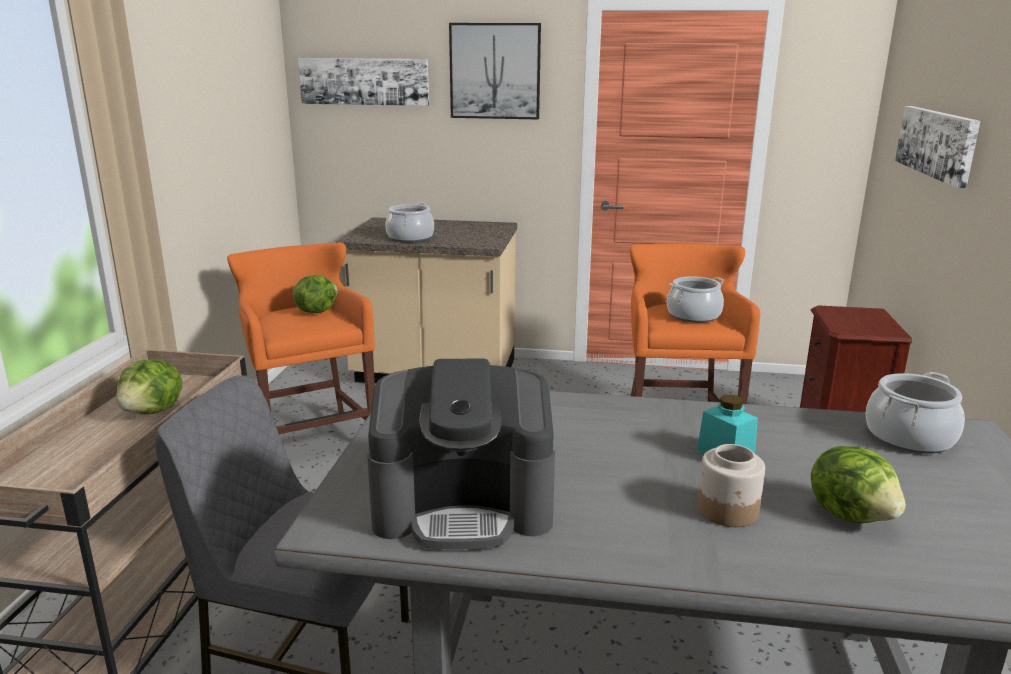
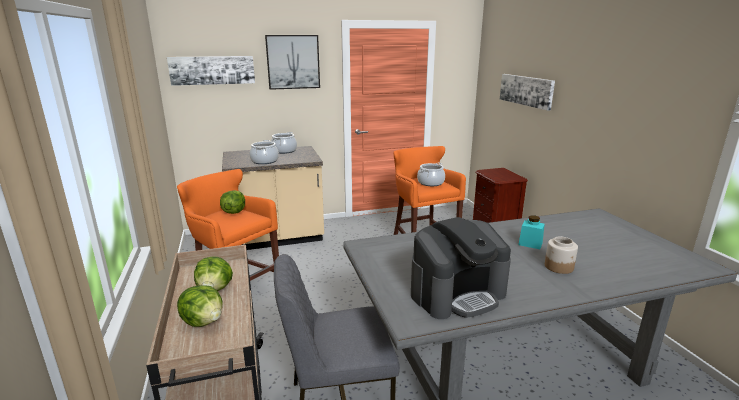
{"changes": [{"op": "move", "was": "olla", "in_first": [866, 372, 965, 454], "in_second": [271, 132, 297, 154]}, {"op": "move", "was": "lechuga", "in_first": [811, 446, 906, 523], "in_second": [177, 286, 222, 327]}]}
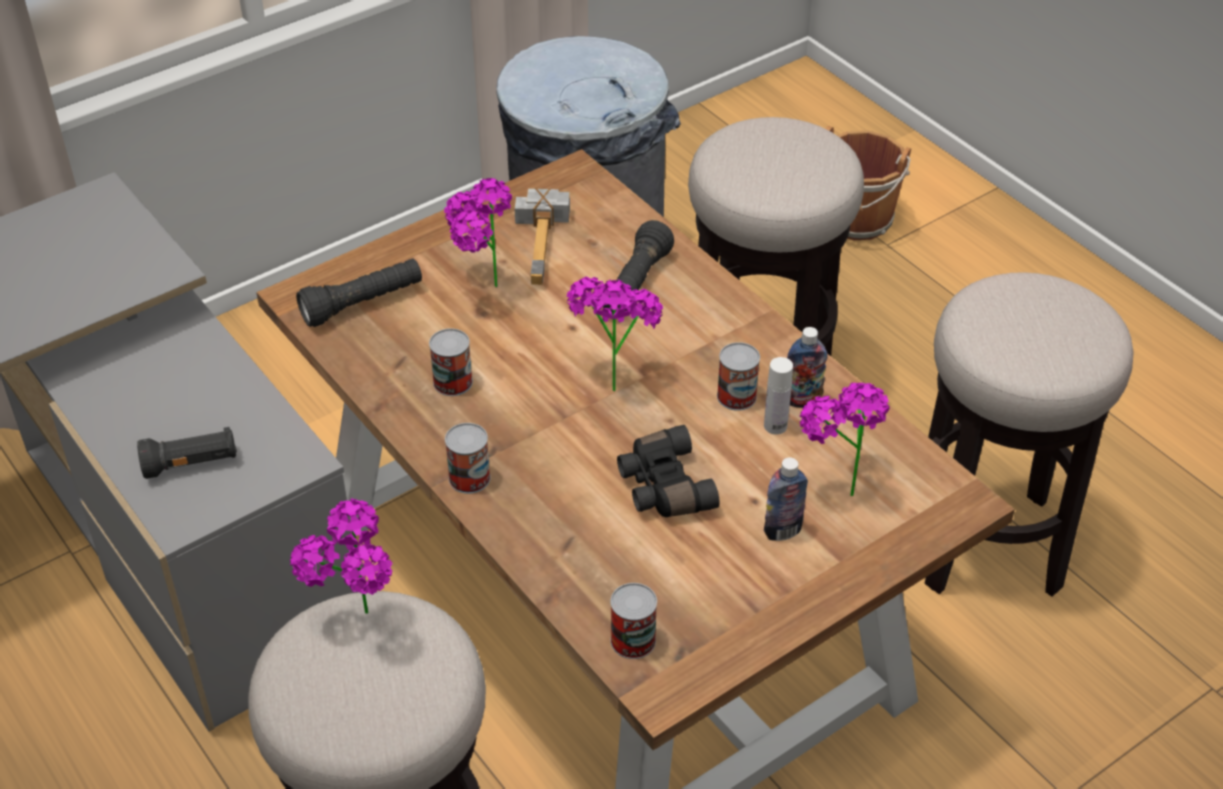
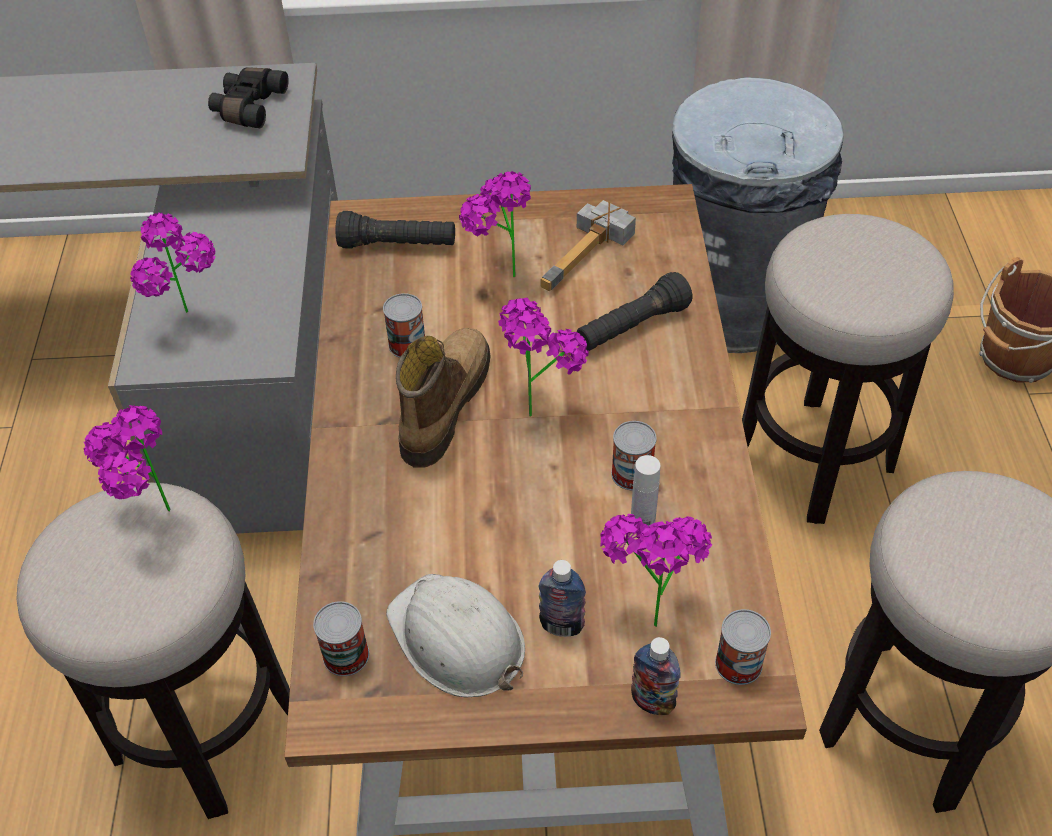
{"changes": [{"op": "move", "was": "botella", "in_first": [787, 327, 828, 408], "in_second": [631, 637, 681, 715]}, {"op": "move", "was": "lata", "in_first": [445, 423, 491, 494], "in_second": [715, 609, 771, 685]}, {"op": "move", "was": "prismáticos [negro]", "in_first": [617, 425, 720, 517], "in_second": [208, 67, 289, 128]}, {"op": "replace", "was": "linterna [negro]", "now": "planta en maceta", "in_first": [137, 427, 237, 479], "in_second": [130, 213, 215, 313]}, {"op": "insert", "now": "bota", "in_second": [396, 328, 491, 468]}, {"op": "insert", "now": "casco [blanco]", "in_second": [386, 574, 525, 697]}]}
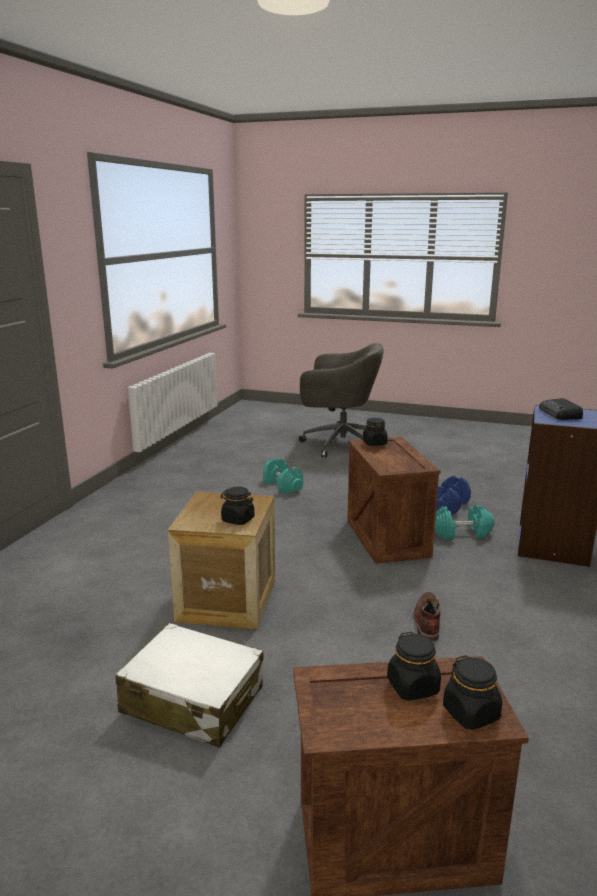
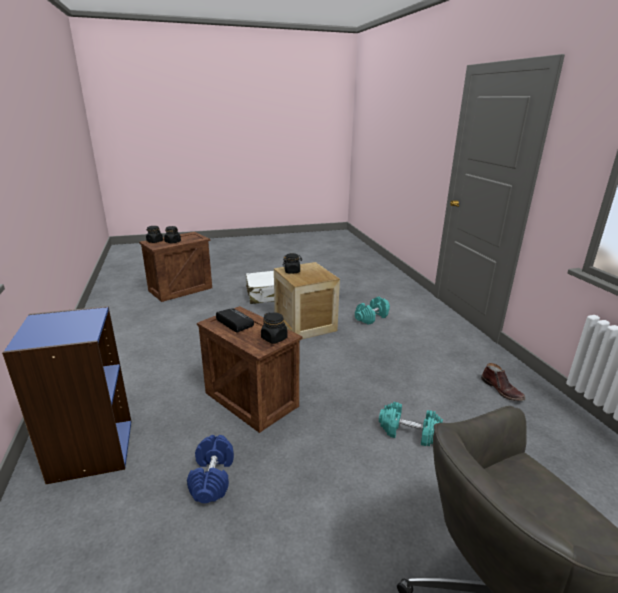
{"changes": [{"op": "move", "was": "radio", "in_first": [539, 398, 583, 420], "in_second": [216, 308, 254, 333]}, {"op": "move", "was": "mancuerna [turquesa]", "in_first": [435, 505, 494, 540], "in_second": [355, 297, 390, 325]}, {"op": "move", "was": "bota [marrón]", "in_first": [414, 592, 440, 641], "in_second": [481, 363, 525, 401]}]}
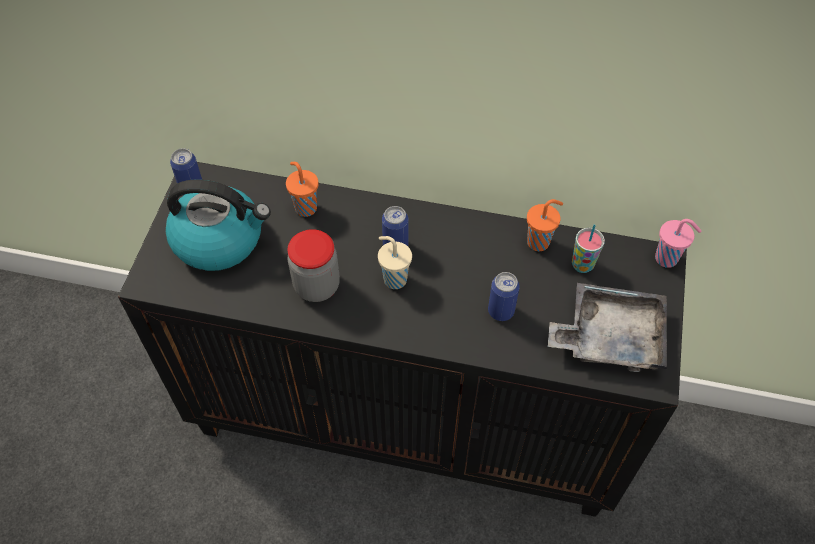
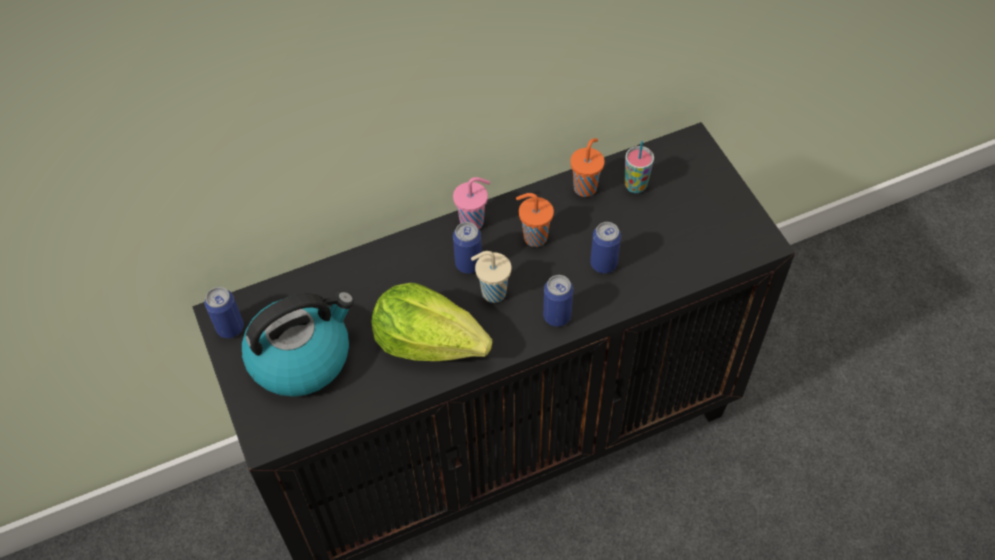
{"changes": [{"op": "move", "was": "taza [naranja]", "in_first": [286, 162, 319, 217], "in_second": [516, 193, 554, 247]}, {"op": "move", "was": "taza [rosa]", "in_first": [655, 219, 701, 268], "in_second": [453, 177, 490, 229]}, {"op": "replace", "was": "tarro", "now": "lechuga", "in_first": [288, 229, 340, 302], "in_second": [371, 283, 492, 361]}, {"op": "delete", "was": "bandeja [gris]", "in_first": [548, 283, 667, 372]}, {"op": "insert", "now": "lata", "in_second": [543, 275, 573, 327]}]}
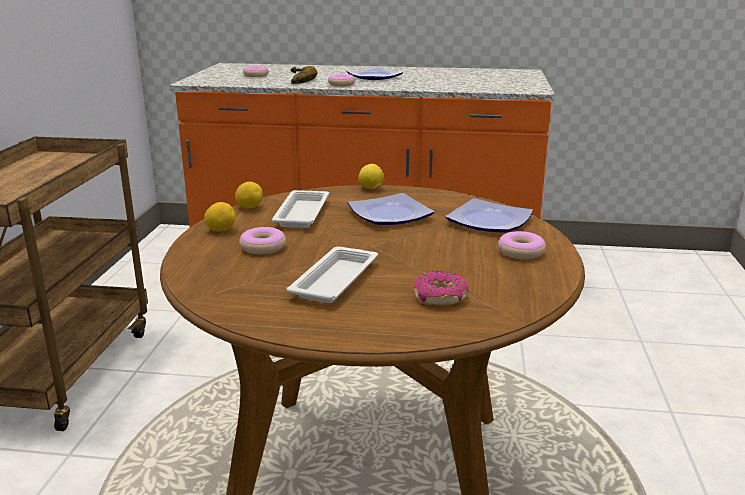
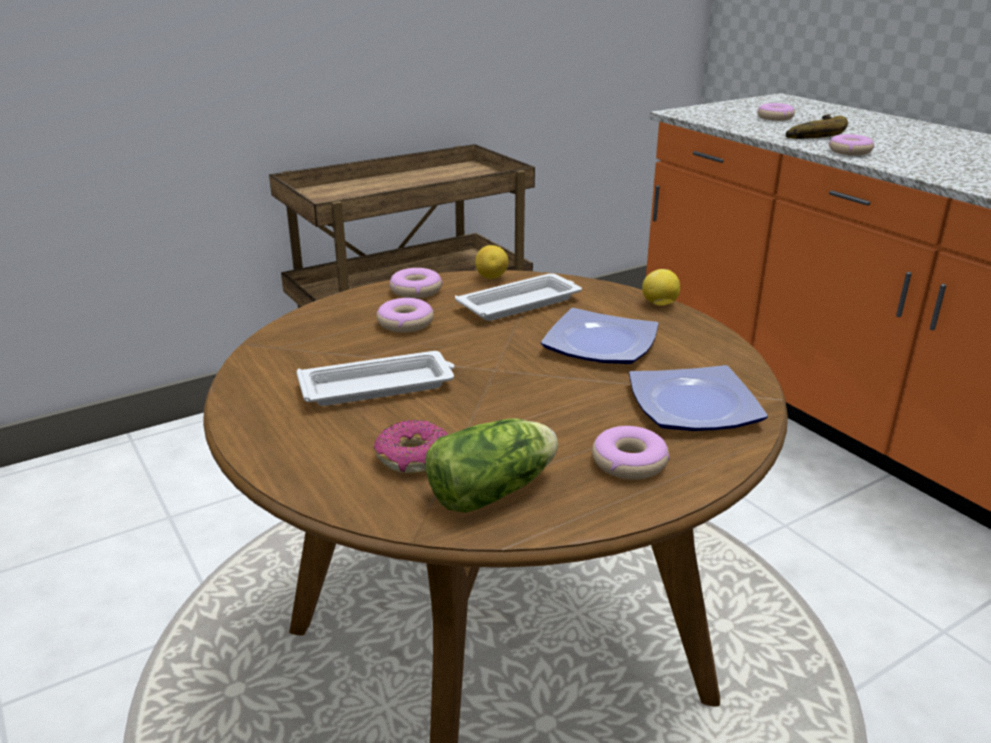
{"changes": [{"op": "delete", "was": "plato", "in_first": [347, 67, 403, 80]}, {"op": "replace", "was": "limón", "now": "rosquilla", "in_first": [204, 202, 236, 232], "in_second": [389, 268, 443, 299]}, {"op": "insert", "now": "lechuga", "in_second": [425, 418, 558, 513]}]}
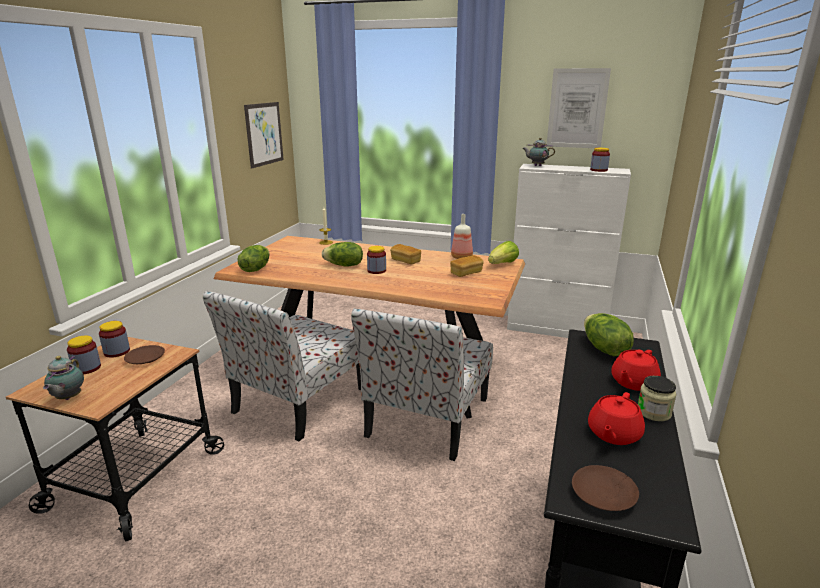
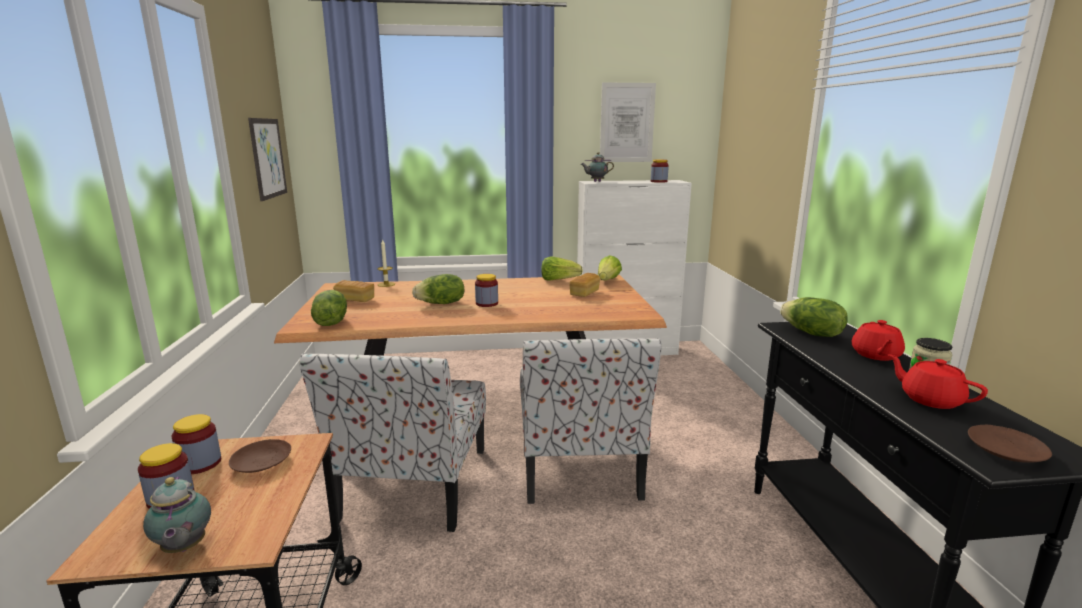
{"changes": [{"op": "replace", "was": "botella", "now": "lechuga", "in_first": [451, 214, 473, 259], "in_second": [541, 256, 583, 281]}, {"op": "move", "was": "pan", "in_first": [390, 244, 421, 264], "in_second": [333, 280, 374, 302]}, {"op": "rotate", "was": "tetera [rojo]", "in_first": [588, 392, 645, 445], "in_second": [888, 354, 988, 409], "clockwise": 135}]}
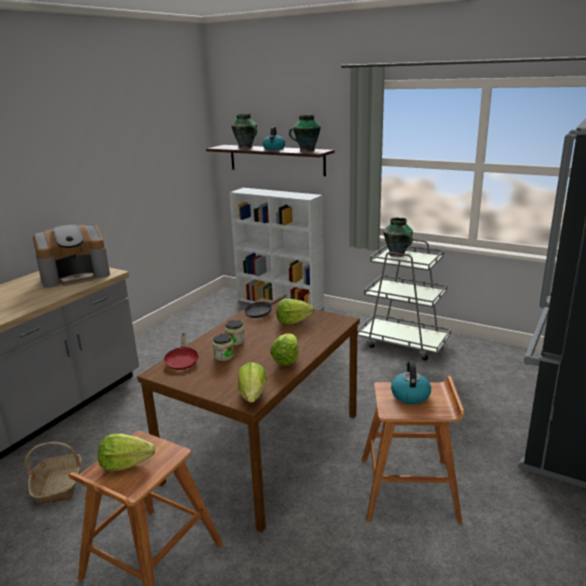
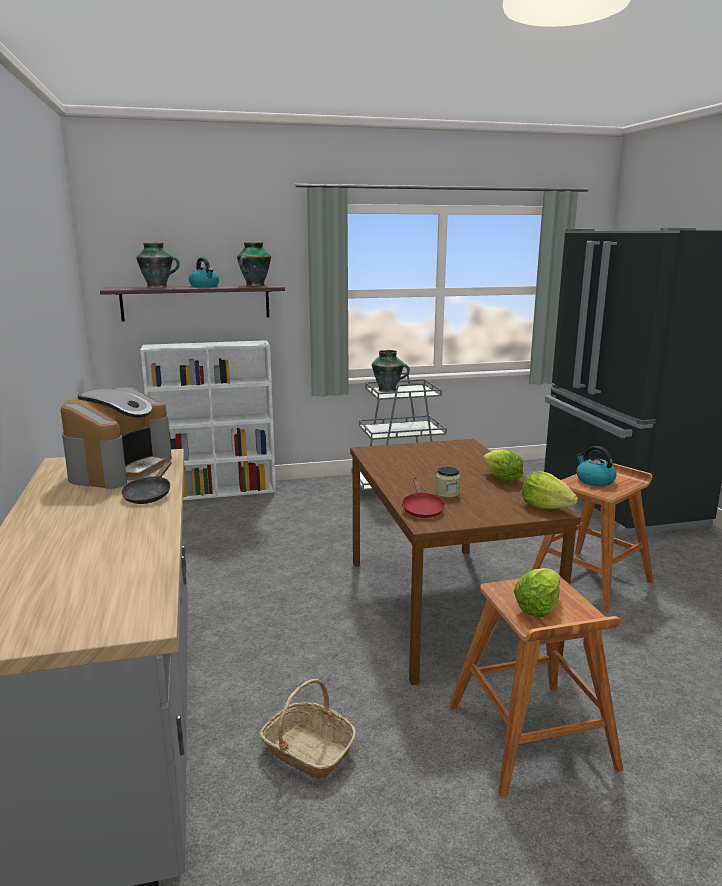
{"changes": [{"op": "move", "was": "sartén [negro]", "in_first": [244, 294, 286, 318], "in_second": [121, 461, 172, 504]}, {"op": "delete", "was": "lechuga", "in_first": [277, 299, 314, 324]}, {"op": "delete", "was": "tarro", "in_first": [225, 320, 245, 346]}, {"op": "rotate", "was": "sartén [rojo]", "in_first": [163, 333, 199, 370], "in_second": [402, 478, 445, 518], "clockwise": 45}]}
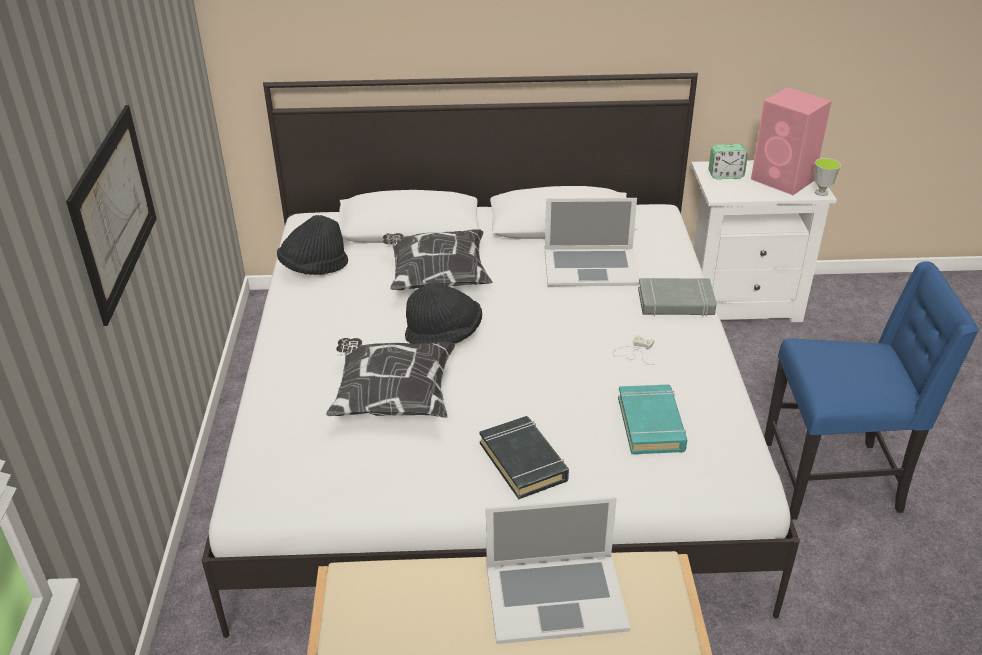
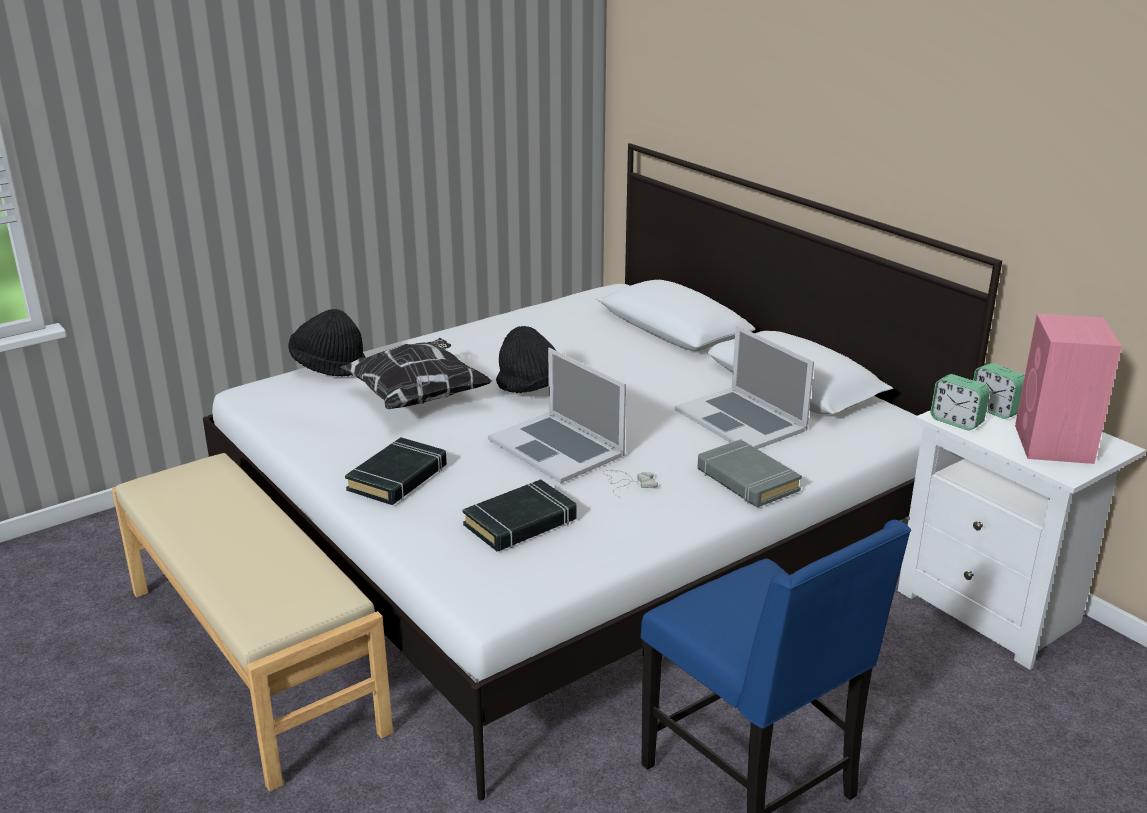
{"changes": [{"op": "delete", "was": "cuadro", "in_first": [66, 105, 157, 326]}, {"op": "delete", "was": "taza", "in_first": [814, 158, 841, 196]}, {"op": "move", "was": "sombrero [negro]", "in_first": [277, 215, 348, 275], "in_second": [288, 309, 366, 377]}, {"op": "delete", "was": "cojín", "in_first": [383, 229, 493, 290]}, {"op": "recolor", "was": "libro [turquesa]", "now": "libro [negro]", "in_first": [618, 385, 687, 454], "in_second": [462, 480, 576, 552]}, {"op": "move", "was": "portátil", "in_first": [486, 497, 630, 644], "in_second": [488, 348, 626, 483]}, {"op": "insert", "now": "despertador", "in_second": [930, 374, 990, 430]}]}
